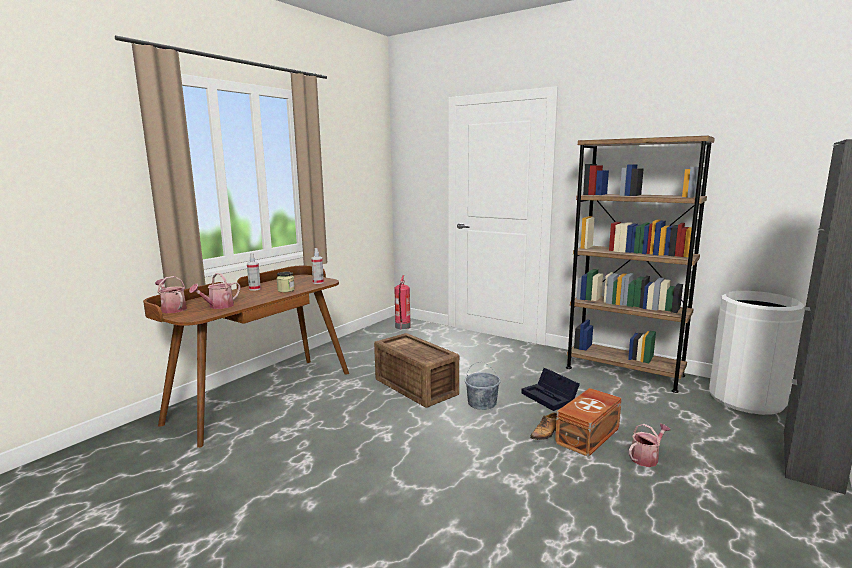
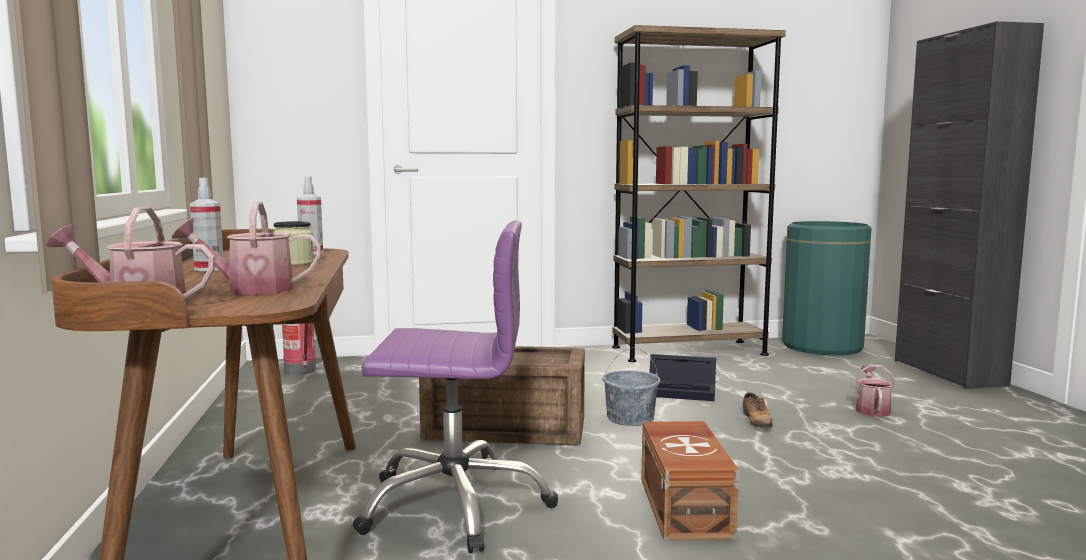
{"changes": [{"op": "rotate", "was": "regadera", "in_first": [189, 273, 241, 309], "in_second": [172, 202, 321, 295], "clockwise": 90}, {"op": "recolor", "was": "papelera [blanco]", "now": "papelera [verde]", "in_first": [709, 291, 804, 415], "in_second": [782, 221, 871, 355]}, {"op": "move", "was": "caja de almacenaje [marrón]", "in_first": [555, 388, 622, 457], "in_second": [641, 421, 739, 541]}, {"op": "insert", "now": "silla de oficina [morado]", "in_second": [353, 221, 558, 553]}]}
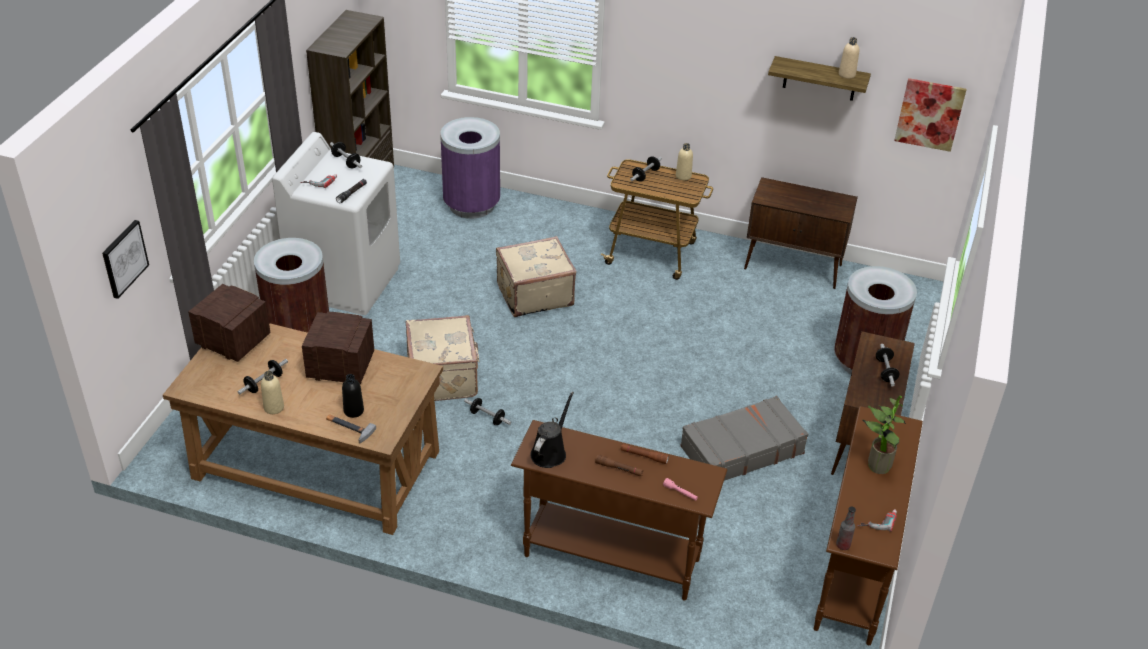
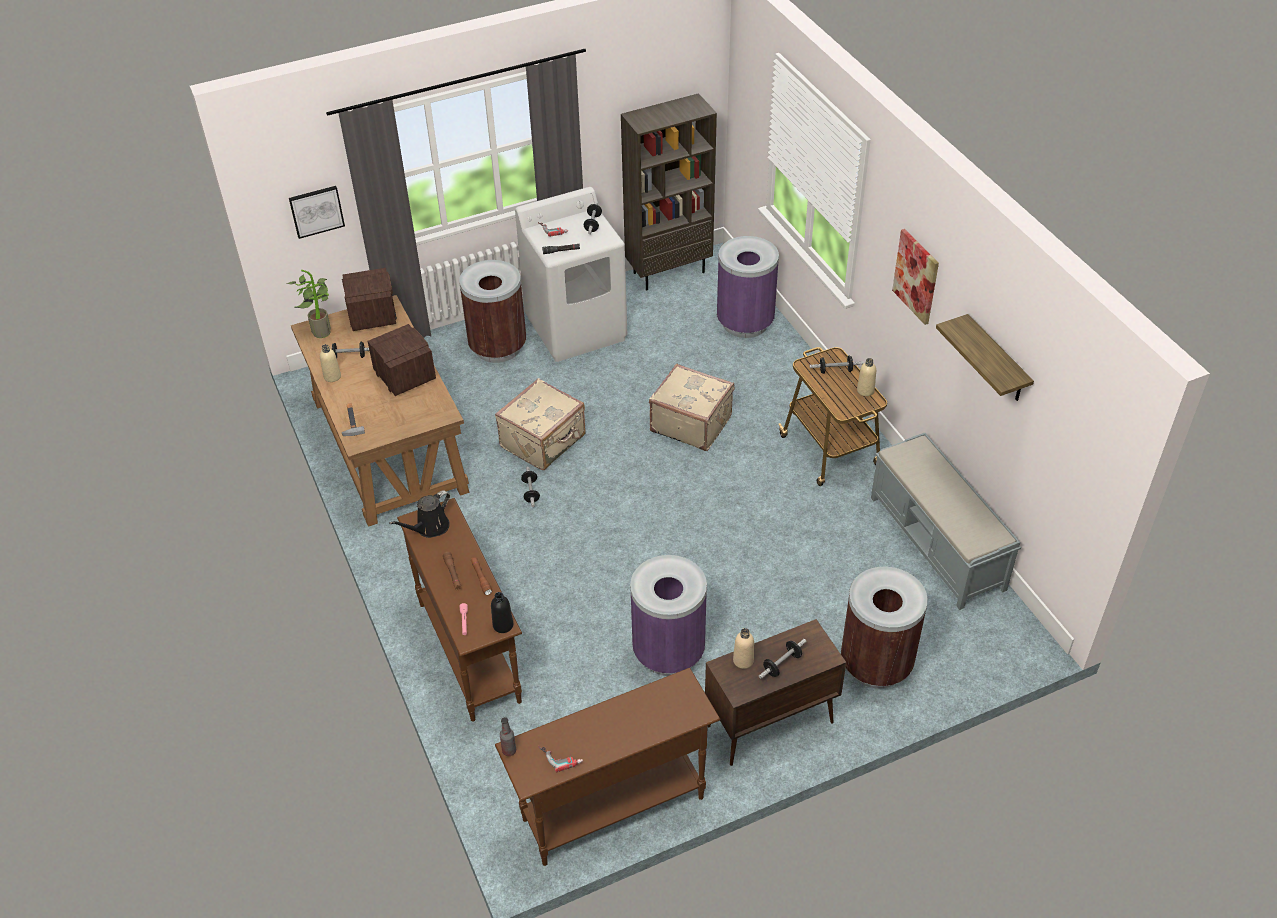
{"changes": [{"op": "move", "was": "botella [beis]", "in_first": [839, 37, 859, 79], "in_second": [733, 628, 754, 669]}, {"op": "move", "was": "cuadro", "in_first": [894, 78, 967, 152], "in_second": [892, 229, 939, 325]}, {"op": "replace", "was": "armario [marrón]", "now": "banco [gris]", "in_first": [744, 177, 858, 289], "in_second": [871, 433, 1021, 610]}, {"op": "move", "was": "botella [negro]", "in_first": [342, 374, 364, 418], "in_second": [491, 592, 513, 633]}, {"op": "rotate", "was": "regadera [negro]", "in_first": [530, 392, 574, 468], "in_second": [389, 490, 450, 538], "clockwise": 150}, {"op": "replace", "was": "maleta [gris]", "now": "papelera [morado]", "in_first": [680, 396, 808, 481], "in_second": [630, 555, 707, 676]}, {"op": "move", "was": "planta en maceta", "in_first": [862, 396, 906, 474], "in_second": [286, 270, 331, 338]}]}
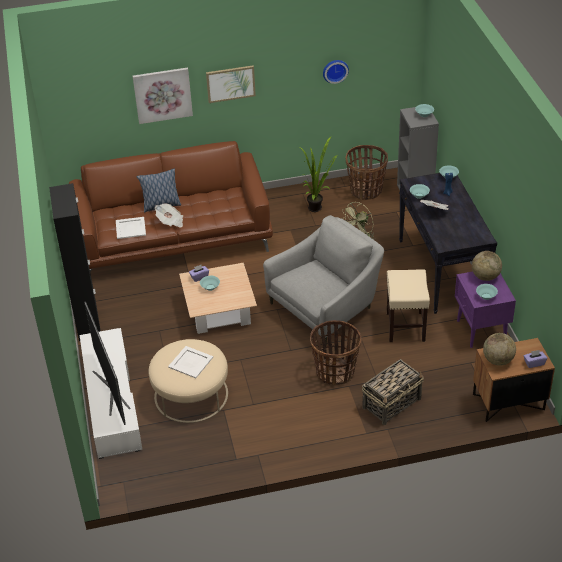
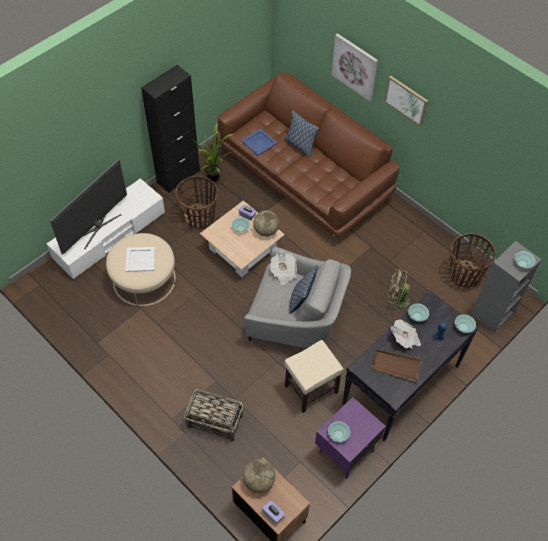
{"changes": [{"op": "delete", "was": "reloj de pared", "in_first": [323, 60, 349, 84]}, {"op": "move", "was": "planta en maceta", "in_first": [300, 137, 338, 212], "in_second": [190, 123, 235, 182]}, {"op": "move", "was": "periódico", "in_first": [155, 204, 183, 228], "in_second": [270, 251, 297, 285]}, {"op": "recolor", "was": "bandeja [blanco]", "now": "bandeja [azul]", "in_first": [116, 217, 146, 239], "in_second": [242, 128, 278, 156]}, {"op": "move", "was": "globo terráqueo", "in_first": [472, 251, 502, 281], "in_second": [253, 210, 279, 236]}, {"op": "move", "was": "cesta", "in_first": [310, 320, 361, 385], "in_second": [176, 176, 218, 229]}, {"op": "insert", "now": "cojín", "in_second": [289, 265, 318, 314]}, {"op": "insert", "now": "bandeja [marrón]", "in_second": [372, 350, 422, 382]}]}
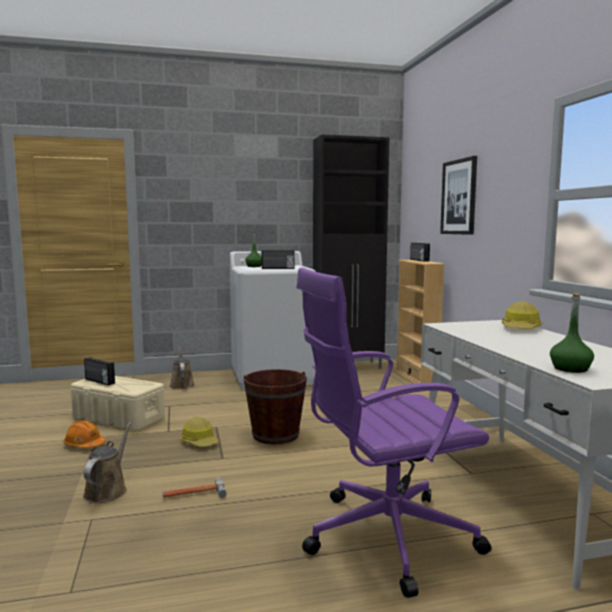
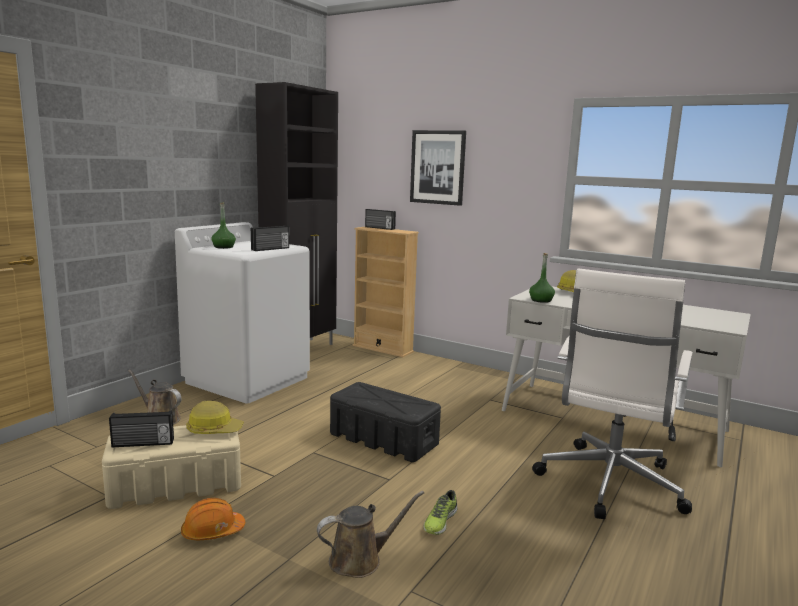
{"changes": [{"op": "recolor", "was": "silla de oficina [morado]", "now": "silla de oficina [blanco]", "in_first": [297, 268, 492, 598], "in_second": [532, 269, 693, 519]}, {"op": "move", "was": "botella [verde]", "in_first": [550, 293, 594, 373], "in_second": [529, 253, 555, 303]}, {"op": "replace", "was": "cubo [marrón]", "now": "caja de almacenaje [negro]", "in_first": [244, 369, 307, 444], "in_second": [330, 382, 441, 462]}, {"op": "move", "was": "casco", "in_first": [180, 417, 219, 447], "in_second": [186, 401, 244, 434]}, {"op": "rotate", "was": "regadera [marrón]", "in_first": [83, 422, 132, 503], "in_second": [317, 491, 424, 578], "clockwise": 105}, {"op": "replace", "was": "martillo", "now": "zapato", "in_first": [162, 477, 226, 498], "in_second": [424, 490, 458, 535]}]}
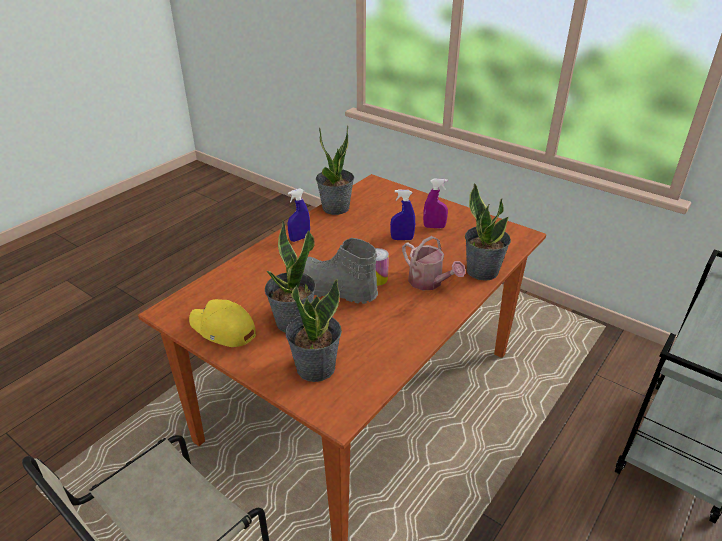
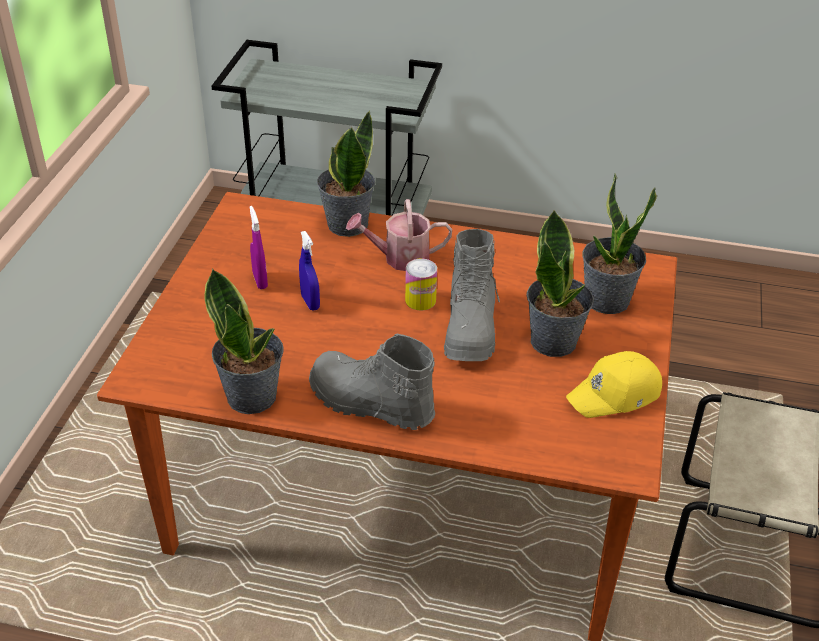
{"changes": [{"op": "replace", "was": "pulverizador [azul]", "now": "bota [gris]", "in_first": [288, 188, 310, 242], "in_second": [309, 334, 435, 430]}, {"op": "rotate", "was": "regadera", "in_first": [402, 236, 466, 290], "in_second": [346, 199, 452, 271], "clockwise": -120}, {"op": "rotate", "was": "gorra [amarillo]", "in_first": [189, 299, 256, 347], "in_second": [566, 351, 662, 418], "clockwise": 60}]}
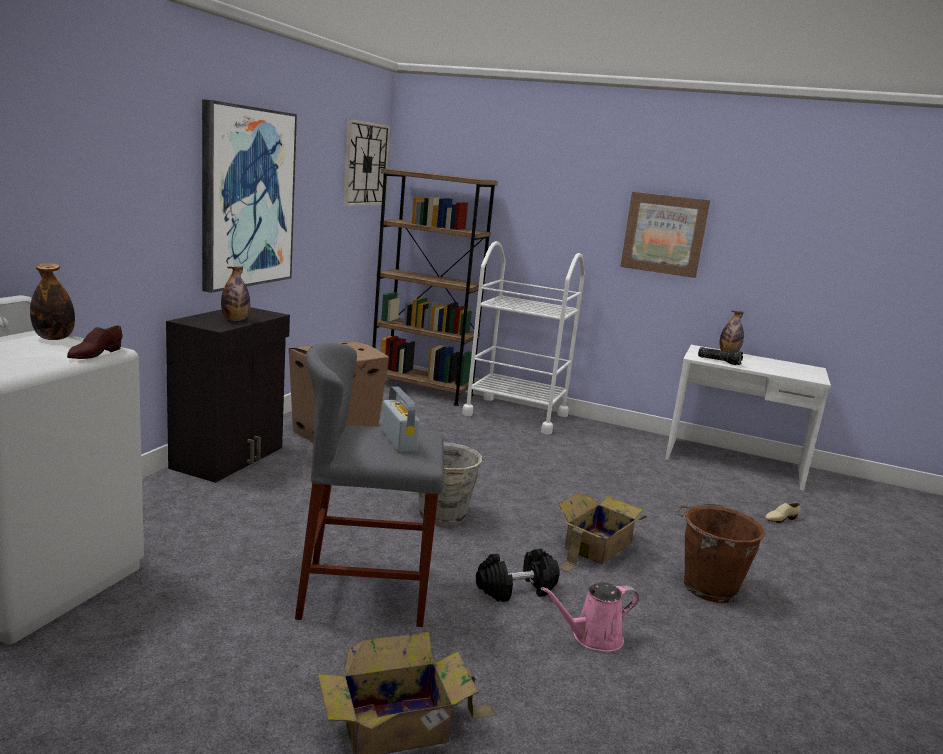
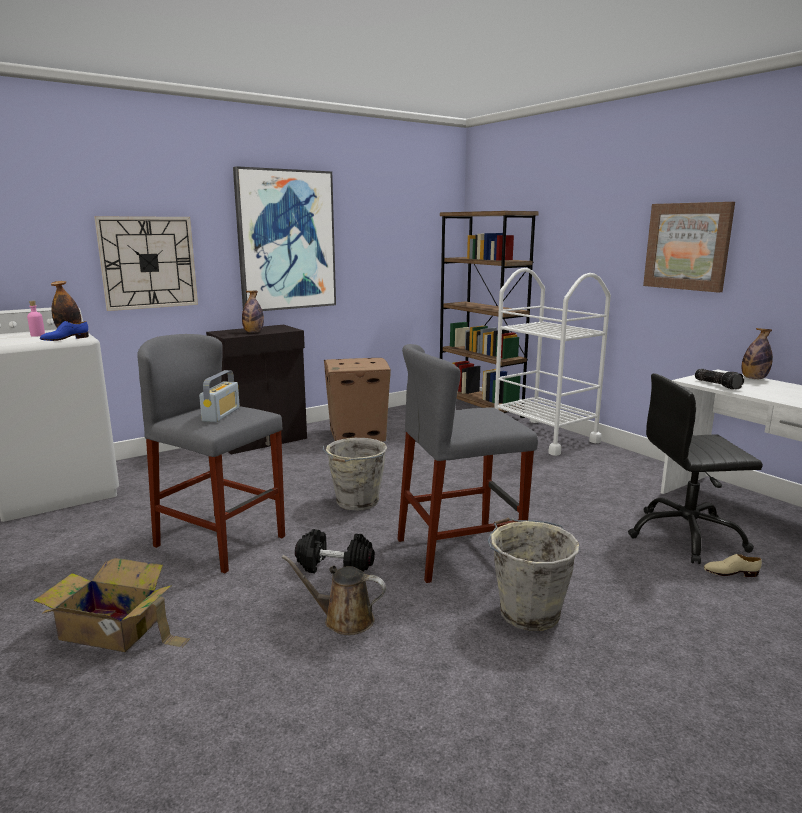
{"changes": [{"op": "move", "was": "reloj de pared", "in_first": [343, 119, 391, 206], "in_second": [94, 216, 198, 311]}, {"op": "recolor", "was": "zapato [marrón]", "now": "zapato [azul]", "in_first": [67, 325, 122, 359], "in_second": [40, 321, 89, 341]}, {"op": "replace", "was": "caja de cartón", "now": "taburete [gris]", "in_first": [558, 493, 647, 573], "in_second": [398, 344, 538, 583]}, {"op": "recolor", "was": "cubo [marrón]", "now": "cubo [gris]", "in_first": [675, 503, 766, 603], "in_second": [488, 518, 579, 631]}, {"op": "recolor", "was": "regadera [rosa]", "now": "regadera [marrón]", "in_first": [541, 582, 639, 652], "in_second": [281, 555, 386, 635]}, {"op": "insert", "now": "botella [rosa]", "in_second": [27, 301, 45, 337]}, {"op": "insert", "now": "silla de oficina [negro]", "in_second": [628, 373, 763, 564]}]}
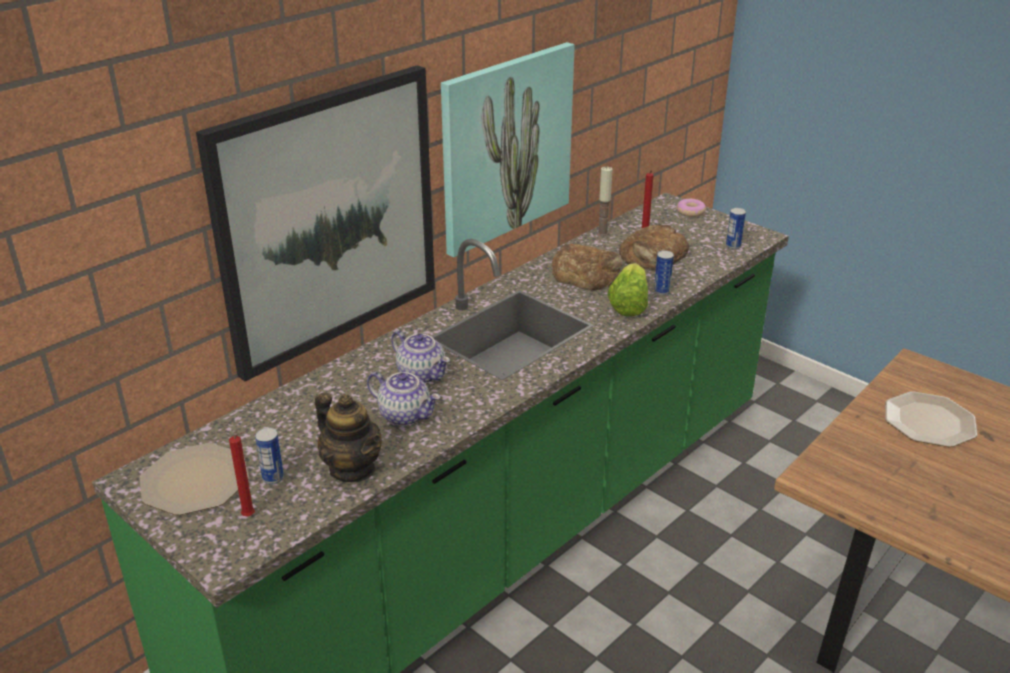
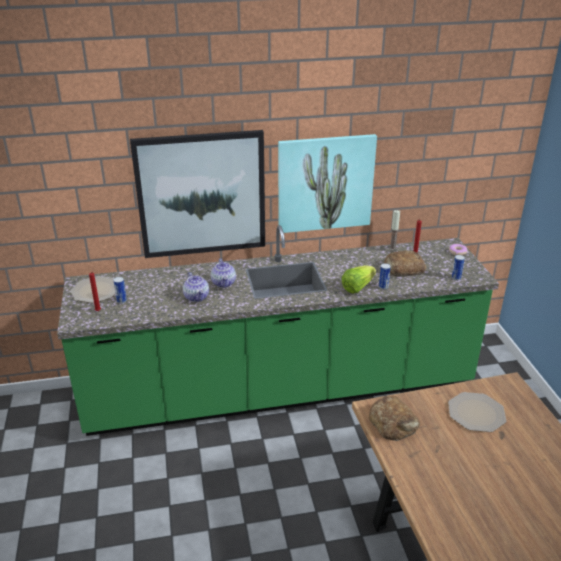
{"changes": [{"op": "move", "was": "pan", "in_first": [552, 244, 622, 291], "in_second": [369, 396, 420, 441]}, {"op": "delete", "was": "tetera", "in_first": [315, 392, 382, 482]}]}
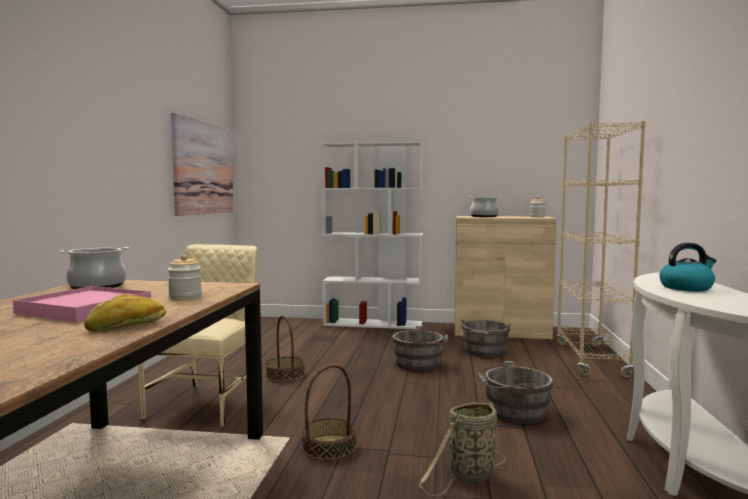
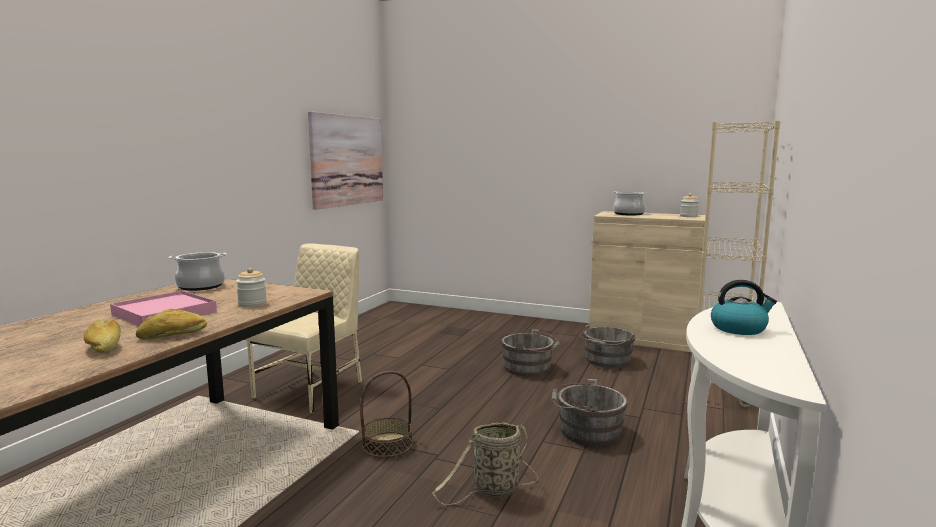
{"changes": [{"op": "delete", "was": "estantería [blanco]", "in_first": [321, 141, 424, 329]}, {"op": "delete", "was": "cesta", "in_first": [266, 316, 305, 382]}, {"op": "insert", "now": "pan", "in_second": [84, 320, 121, 354]}]}
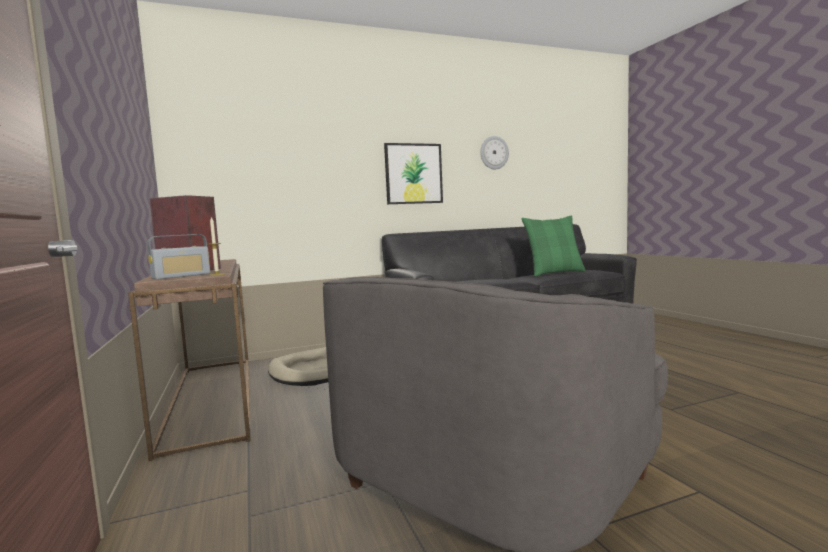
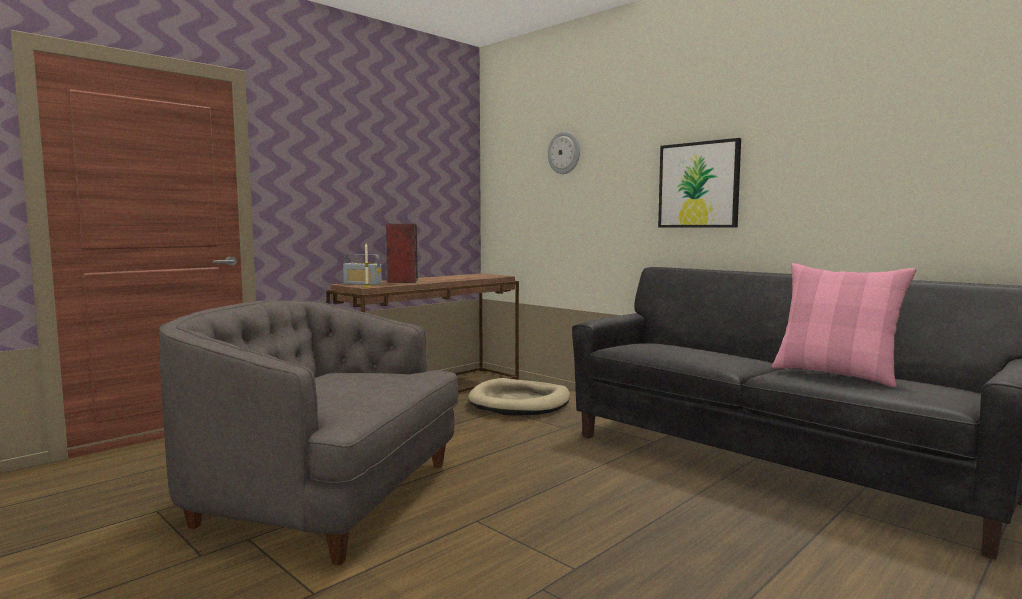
{"changes": [{"op": "move", "was": "reloj de pared", "in_first": [480, 136, 509, 169], "in_second": [548, 131, 580, 174]}, {"op": "recolor", "was": "cojín [verde]", "now": "cojín [rosa]", "in_first": [521, 215, 586, 276], "in_second": [772, 263, 916, 387]}]}
